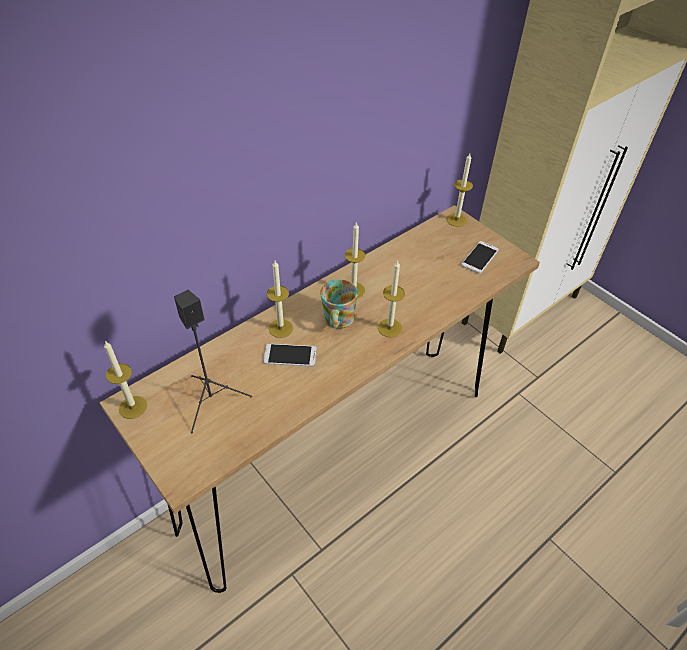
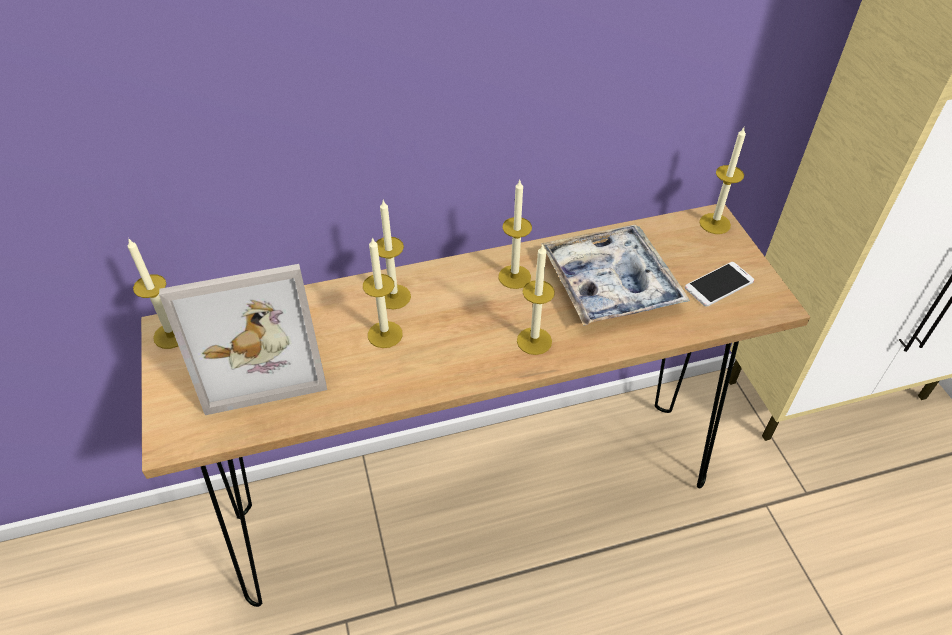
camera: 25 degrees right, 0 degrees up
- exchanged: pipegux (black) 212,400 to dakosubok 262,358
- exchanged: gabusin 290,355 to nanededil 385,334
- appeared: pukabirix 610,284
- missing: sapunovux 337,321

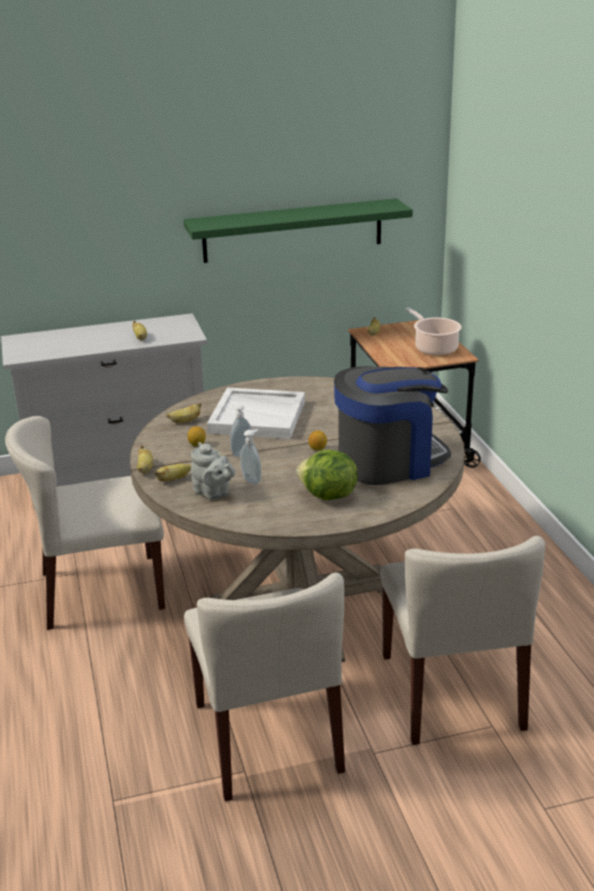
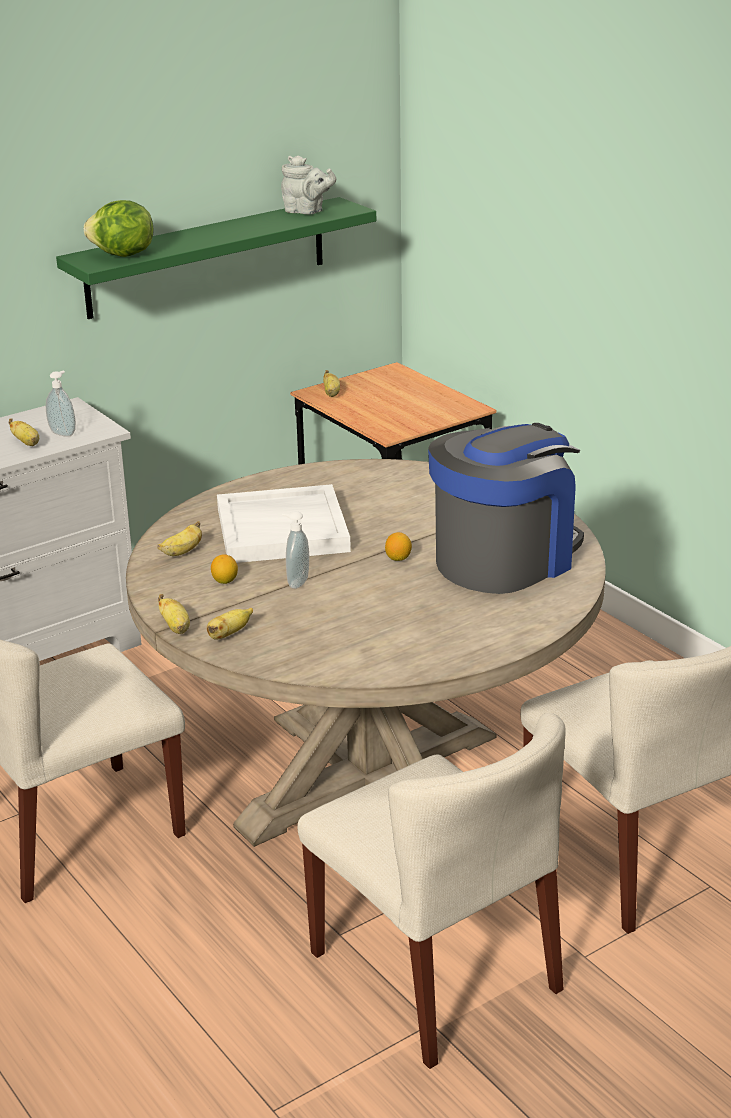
camera: 20 degrees left, 0 degrees up
- relocated: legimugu 252,480 to 64,433
- relocated: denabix 328,496 to 122,255
- relocated: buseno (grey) 213,493 to 306,211
- missing: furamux 434,348

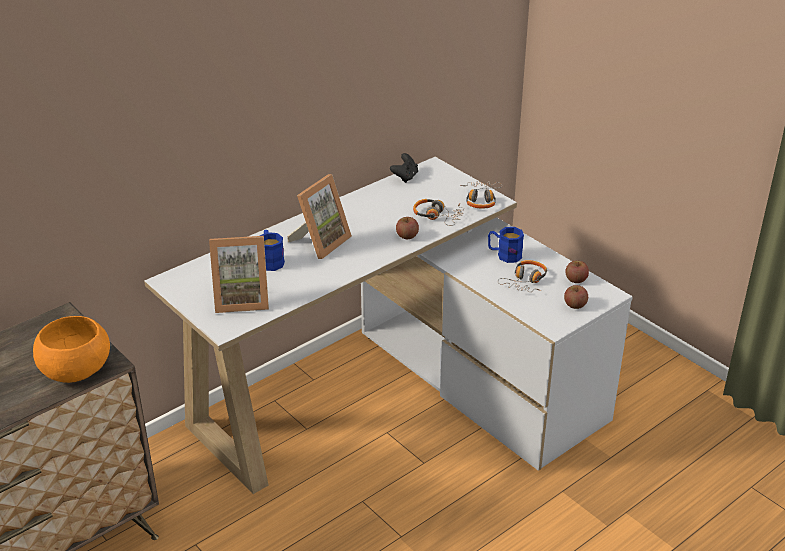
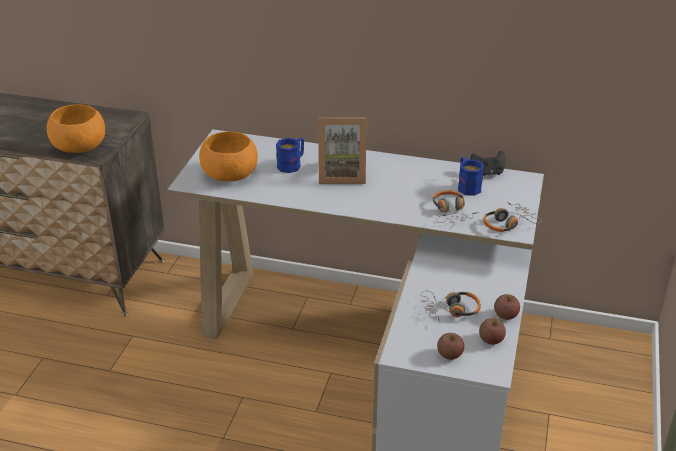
camera: 55 degrees right, 0 degrees up
- exchanged: dakosubok 241,299 to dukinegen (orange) 230,174
- relocated: sapunovux (blue) 504,255 to 467,186
- relocated: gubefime 407,236 to 506,315

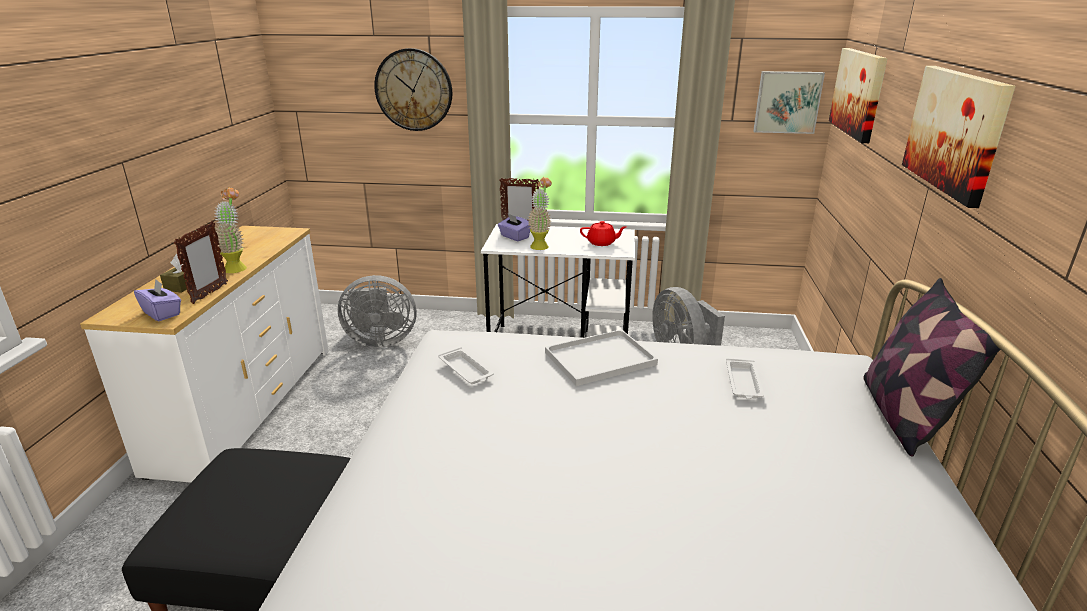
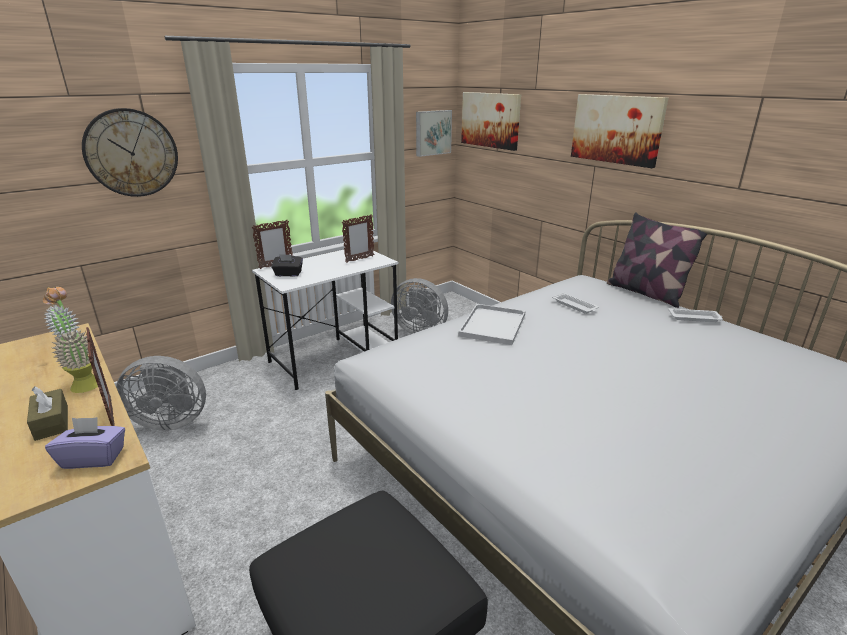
camera: 45 degrees left, 0 degrees up
- spun: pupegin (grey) 379,340 = 171,421 45 degrees clockwise
- colour: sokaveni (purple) 514,237 to sokaveni (black) 288,274
- exchanged: buseno (red) 602,243 to dakosubok 359,259
- relocated: pukabirix (white) 466,370 to 695,318
- missing: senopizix 540,245

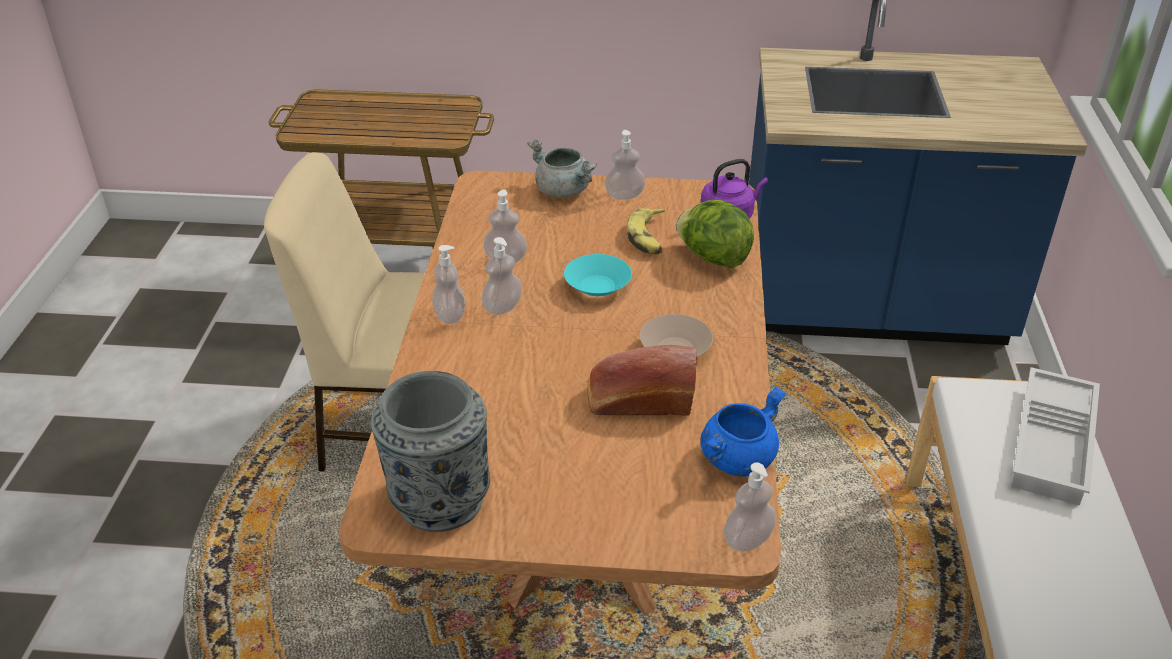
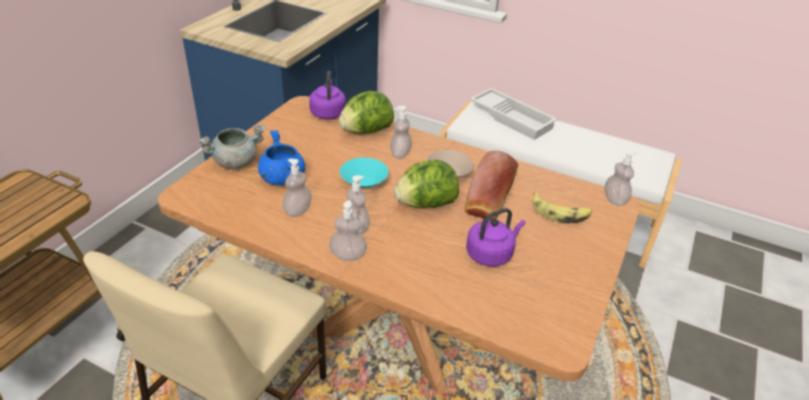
camera: 70 degrees left, 0 degrees up
- relocated: furamux (blue) 737,459 to 282,178
- relocated: legimugu 624,195 to 400,153
- appeared: denabix 425,204
- appeared: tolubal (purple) 491,254
- relocated: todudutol 648,238 to 560,213
- missing: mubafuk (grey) 438,500

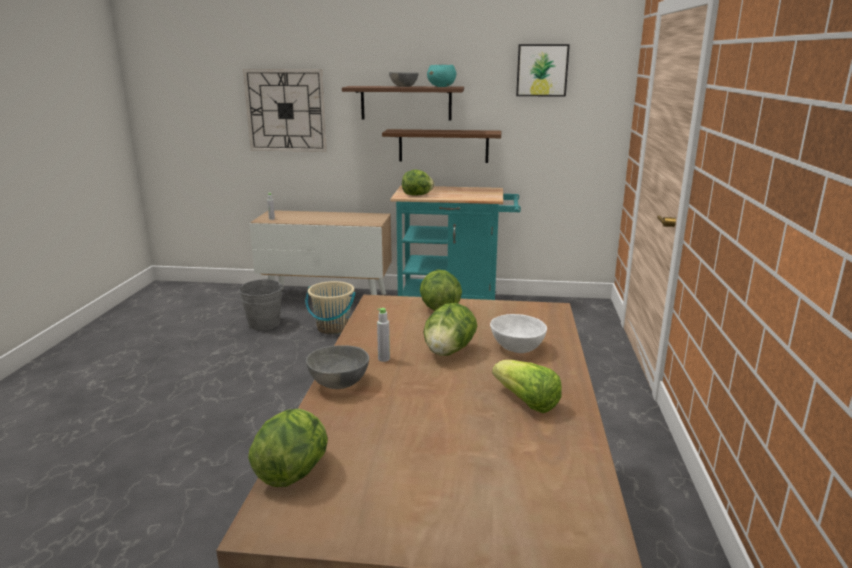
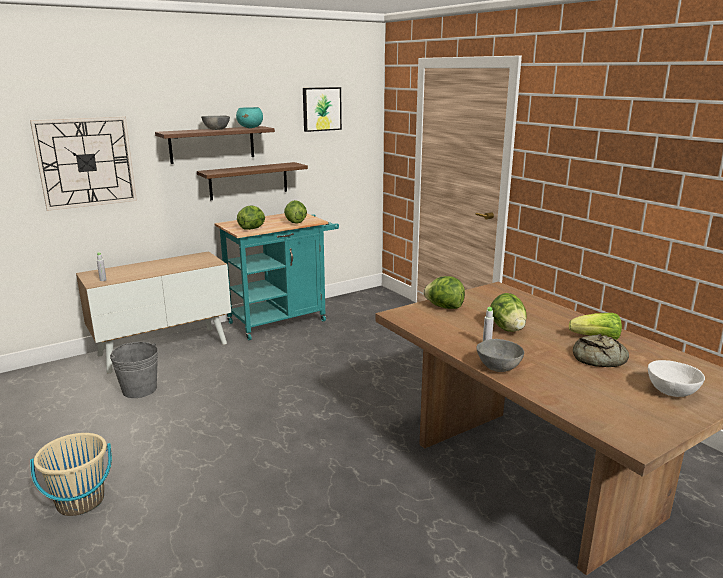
camera: 40 degrees left, 0 degrees up
- relocated: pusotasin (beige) 333,328 to 80,501
- relocated: denabix 294,471 to 295,222
- appeared: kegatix 598,359
- relocated: dukinegen (white) 516,347 to 670,392

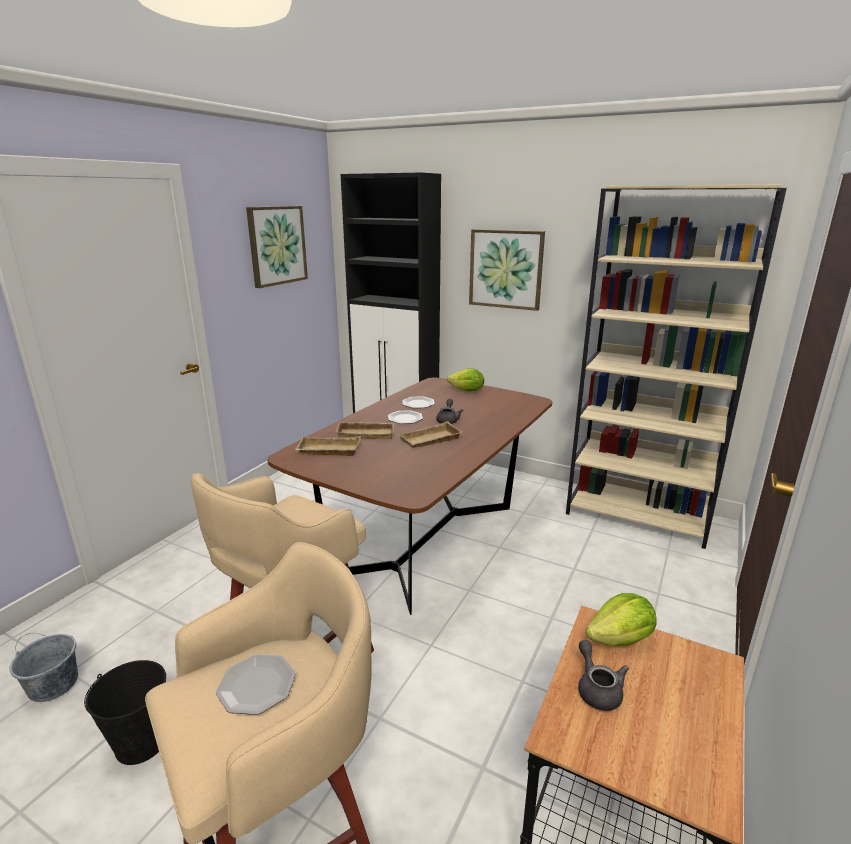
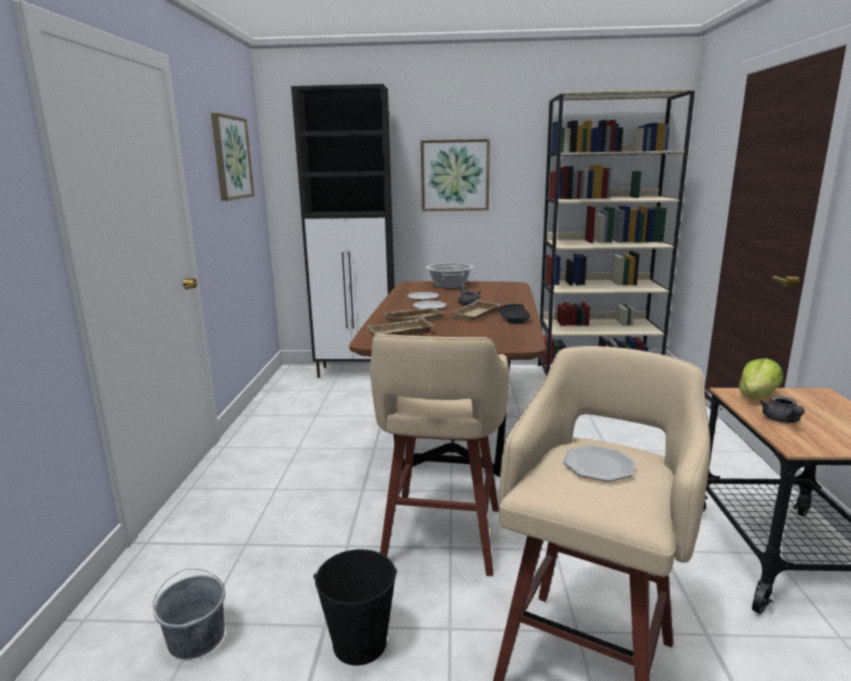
camera: 25 degrees left, 5 degrees down
- exchanged: denabix 467,391 to furamux 450,285
- appeared: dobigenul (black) 515,320
- spun: buseno (grey) 597,689 = 782,420 135 degrees counterclockwise

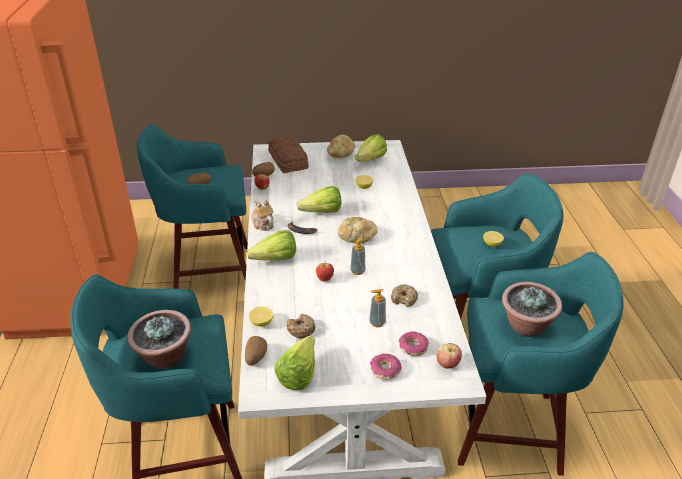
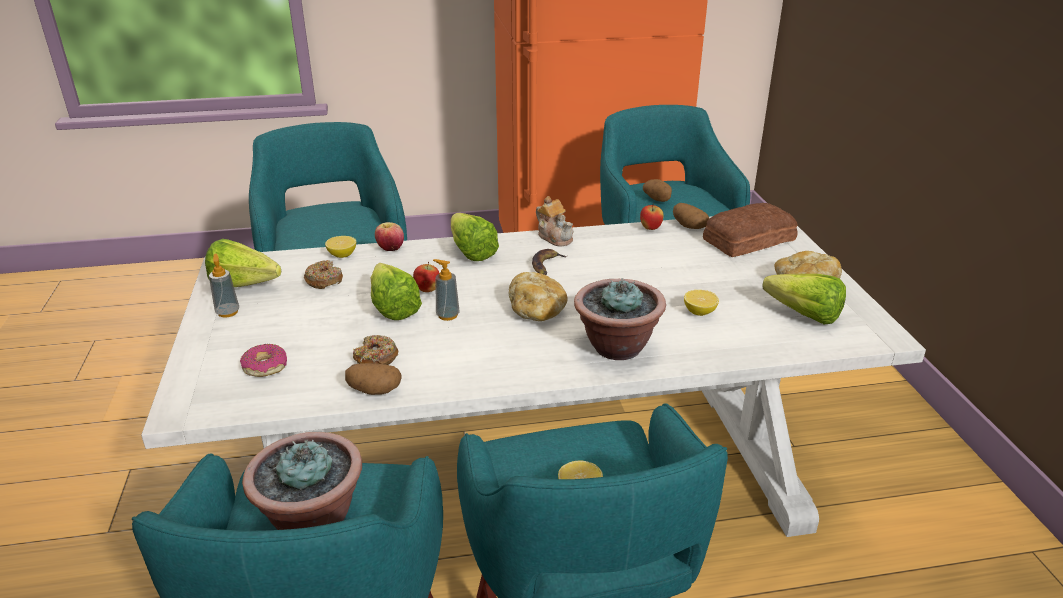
camera: 85 degrees right, 5 degrees down
- relocated: legimugu 377,322 to 228,312
- relocated: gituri 255,357 to 374,390
- relocated: denabix 318,213 to 393,305
- relocated: gubefime 447,364 to 390,249
- spun: buseno 262,224 = 555,237 90 degrees clockwise
- relocated: senopizix 165,358 to 616,346
- missing: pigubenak 385,370

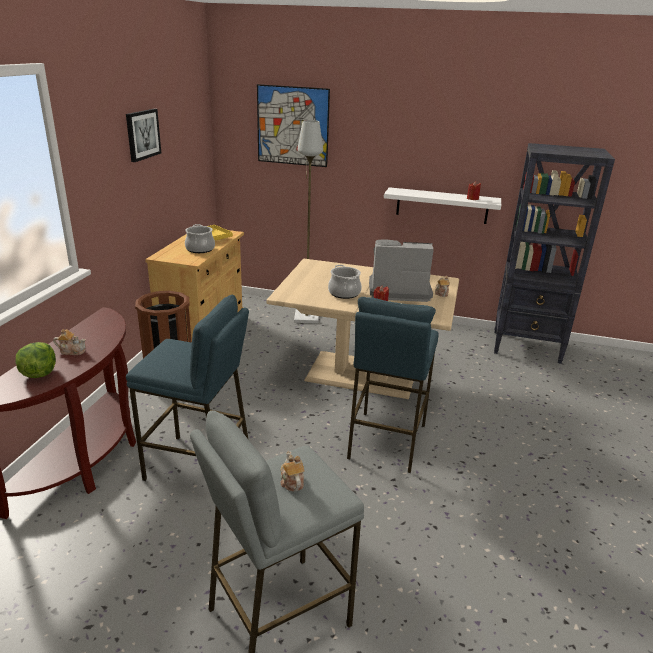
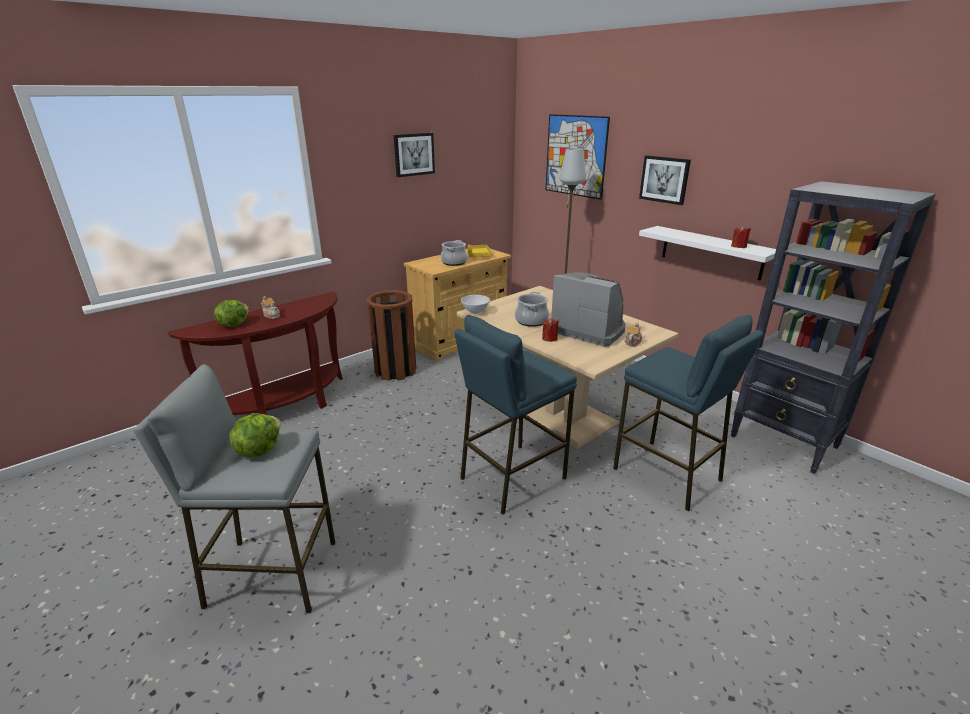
camera: 35 degrees right, 0 degrees up
- exchanged: buseno 291,481 to denabix 258,450
- appeared: dukinegen (white) 475,312
- relocated: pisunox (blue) 199,466 to 667,474
- appeared: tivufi 664,179

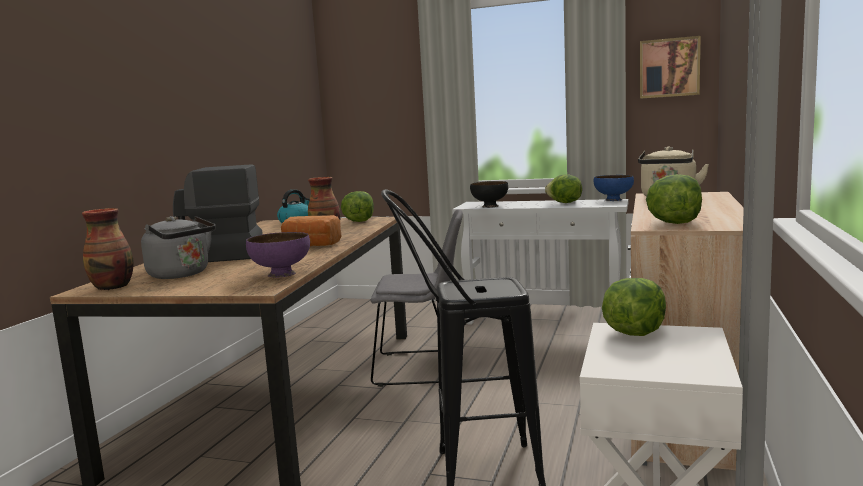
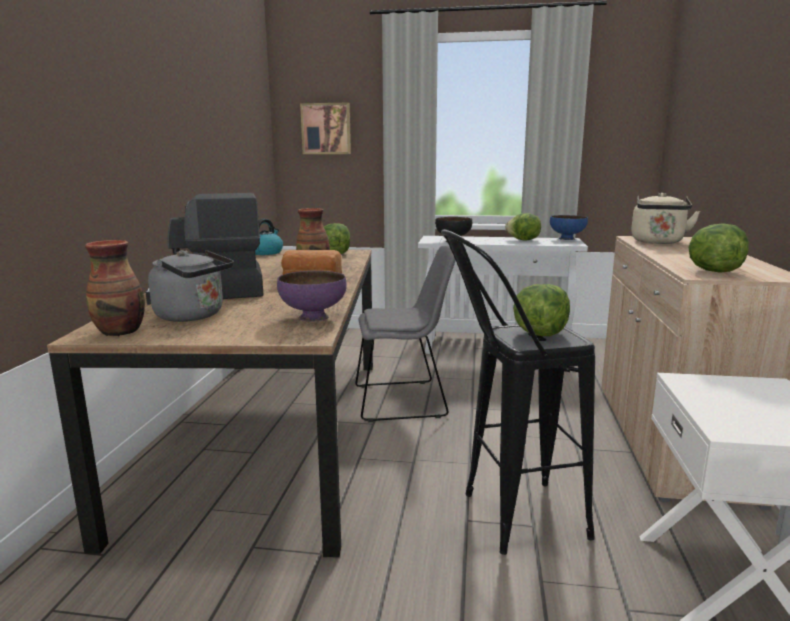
camera: 10 degrees left, 5 degrees up
- relocated: tivufi 669,68 to 326,129
- relocated: denabix 634,332 to 540,333

